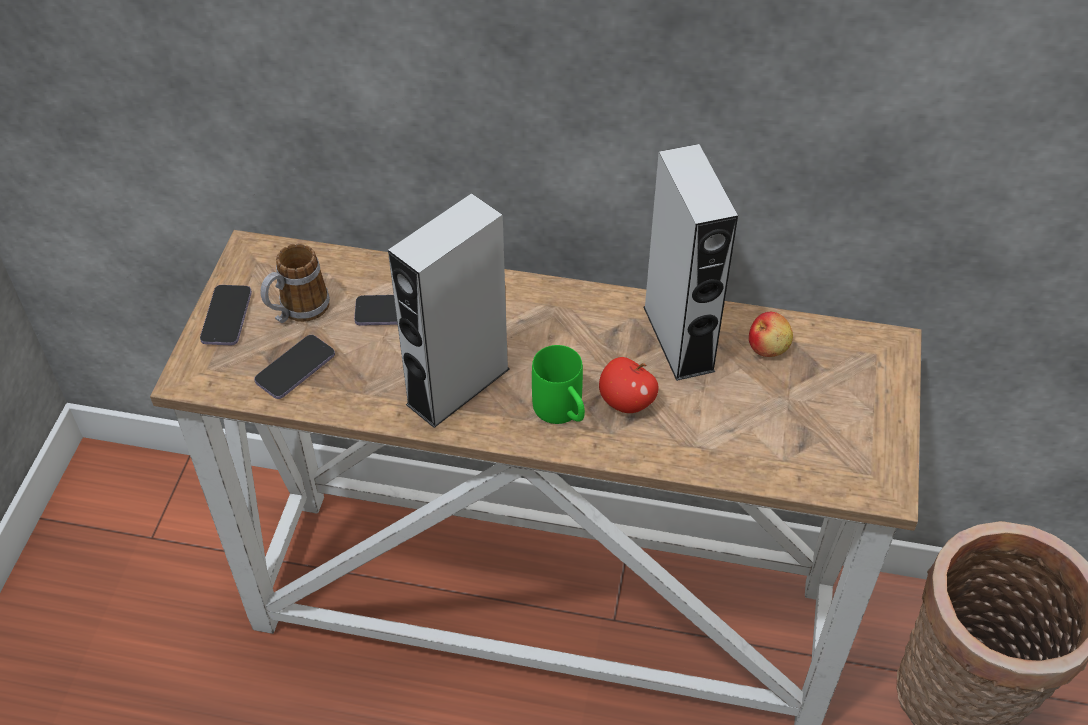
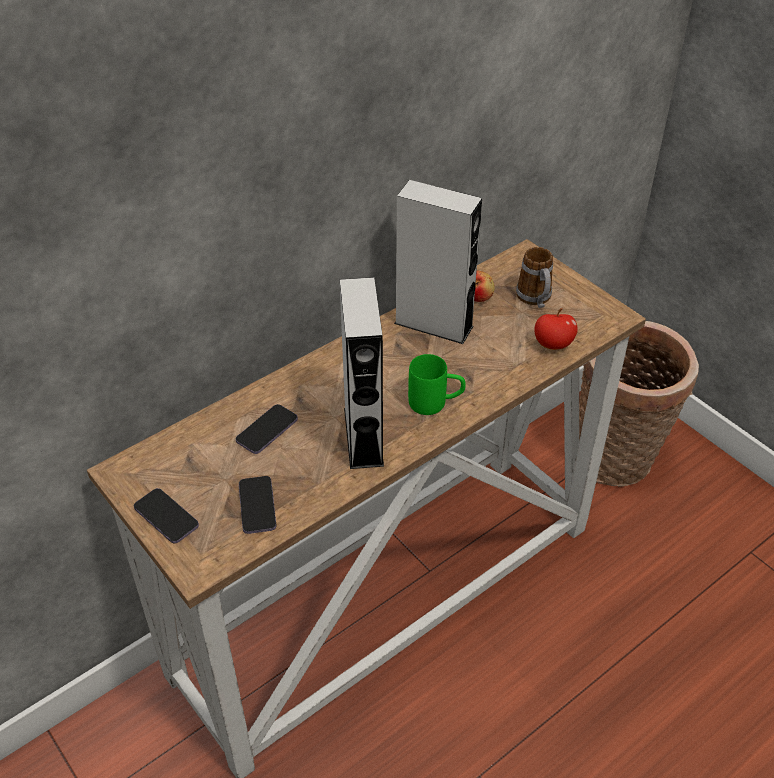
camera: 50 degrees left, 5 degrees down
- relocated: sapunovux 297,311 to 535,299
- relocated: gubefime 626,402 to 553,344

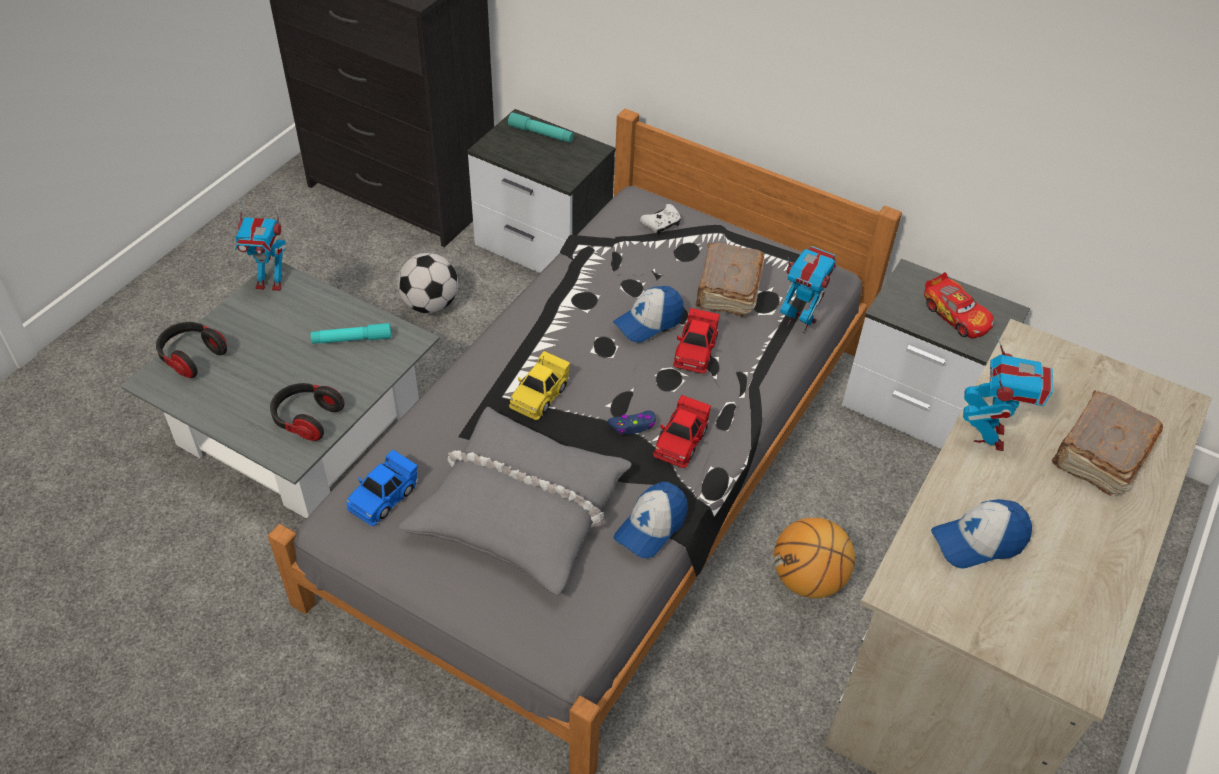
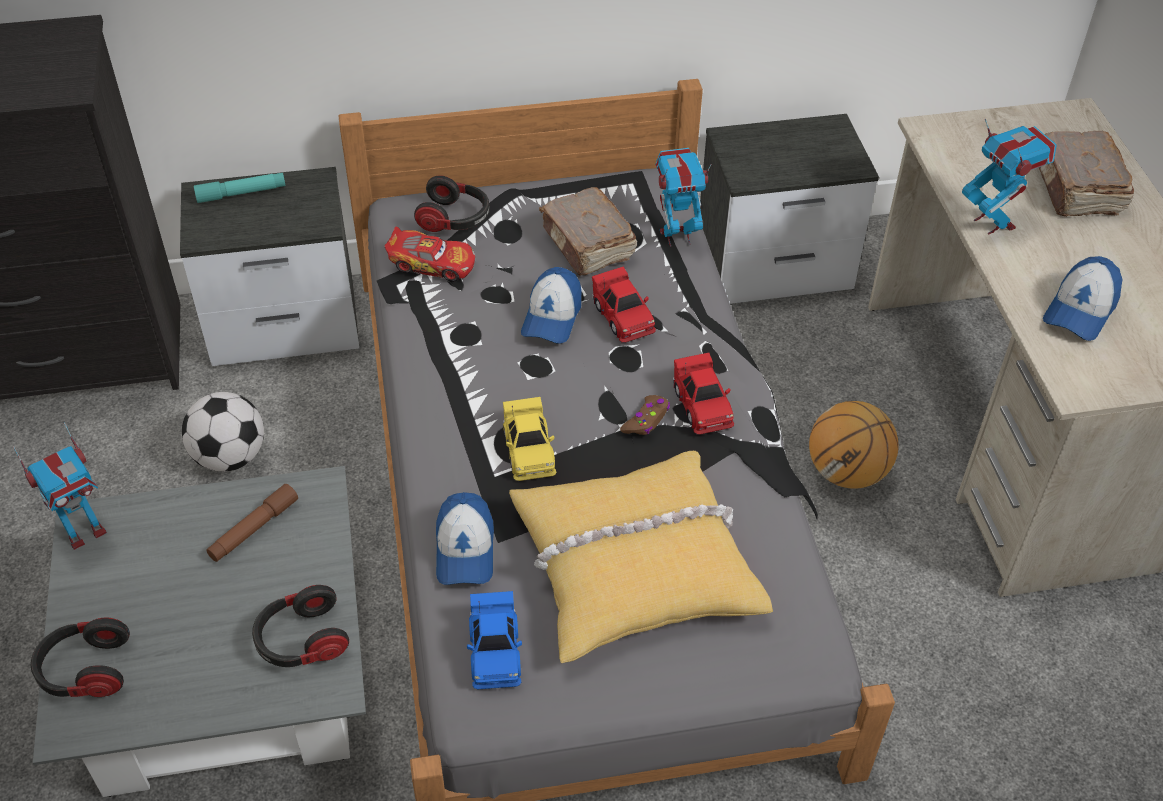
camera: 40 degrees left, 0 degrees up
- colour: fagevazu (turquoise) 352,339 to fagevazu (brown) 253,529
- relocated: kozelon 956,315 to 432,263
- exchanged: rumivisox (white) 661,224 to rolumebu 455,219
- relocated: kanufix 651,527 to 465,549
- colour: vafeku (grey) 520,509 to vafeku (yellow) 634,566
- colour: rumivisox (blue) 633,426 to rumivisox (brown) 646,420

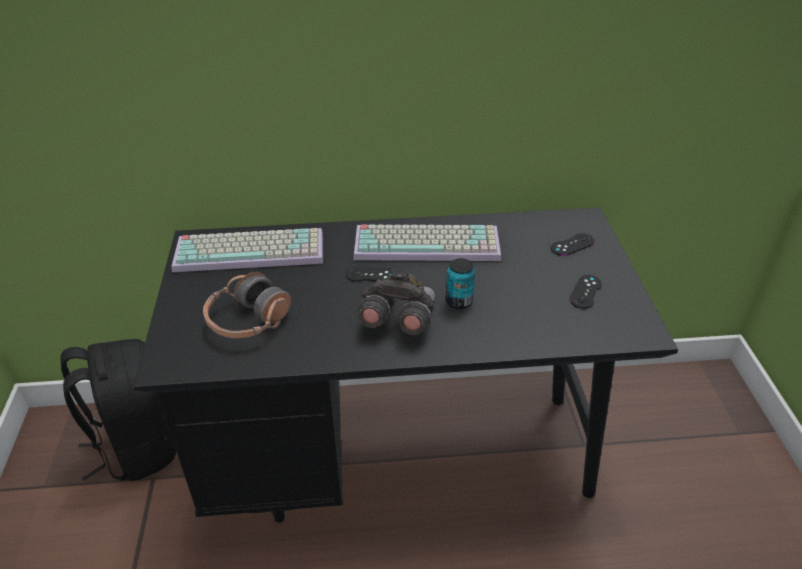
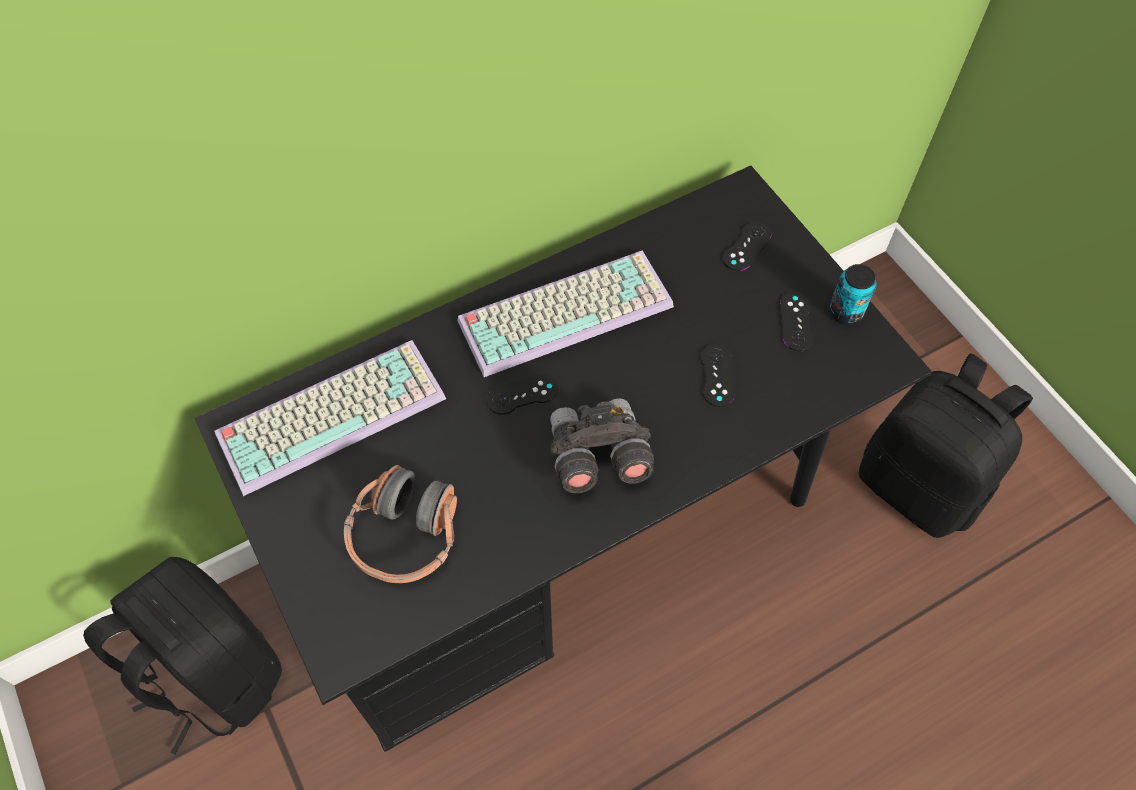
camera: 25 degrees left, 20 degrees up
- appeared: rumivisox (black) 717,375
- relocated: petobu 459,301 to 845,312
- appeared: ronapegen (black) 919,485

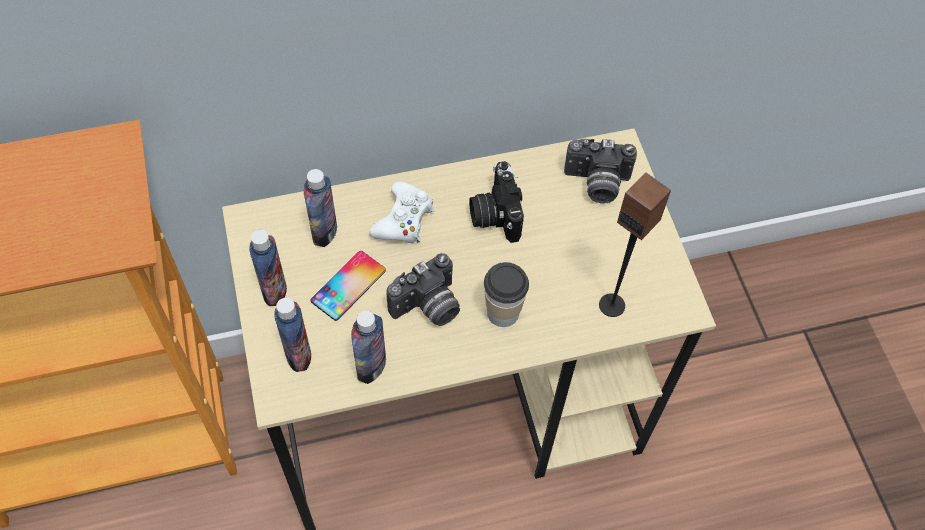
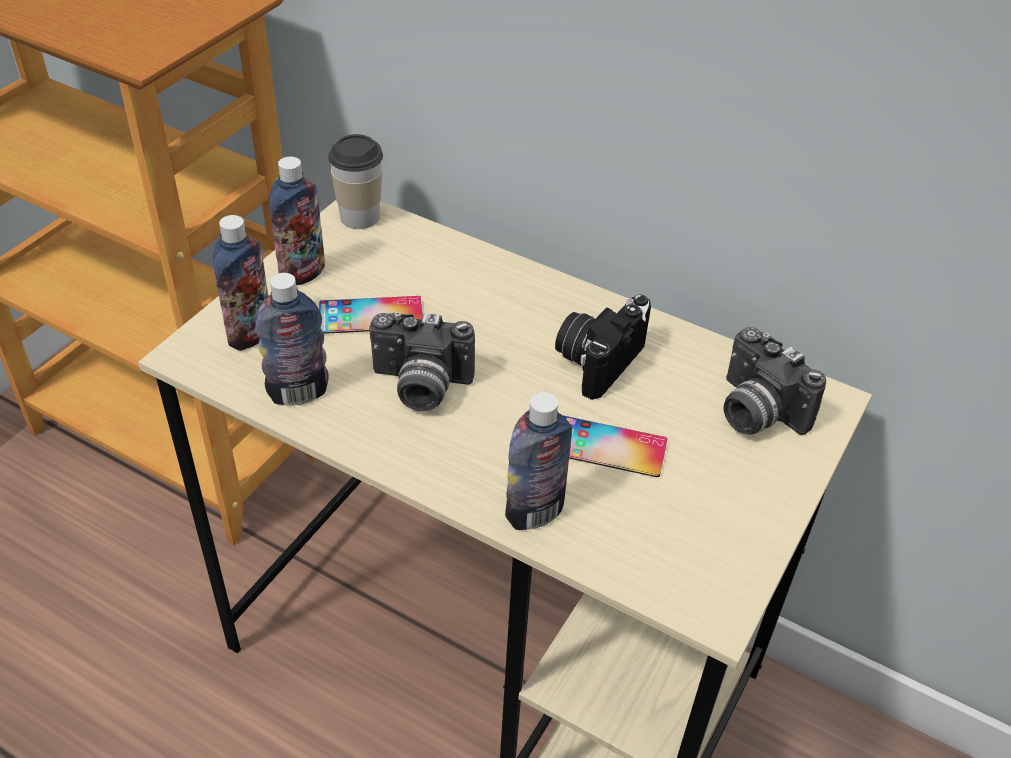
camera: 45 degrees right, 15 degrees down
- relocated: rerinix 502,312 to 360,217
- relocated: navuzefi 324,232 to 534,513
- appeared: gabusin 607,446
- missing: rumivisox (white) 404,220
- missing: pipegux 612,305

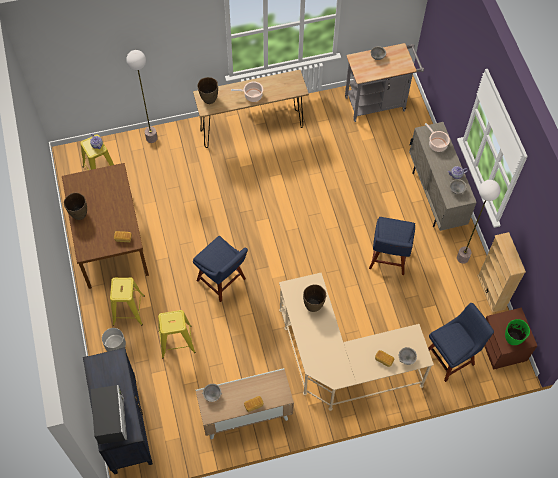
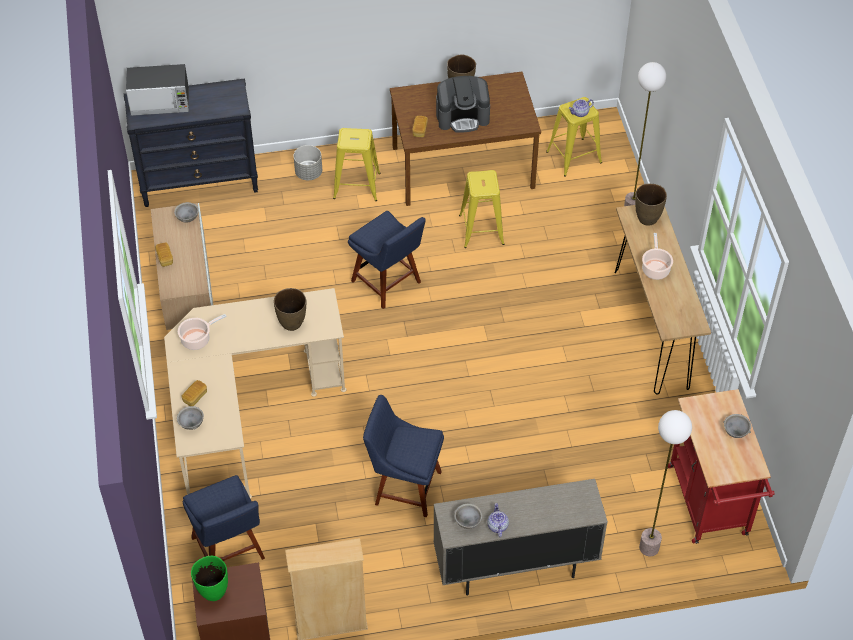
camera: 95 degrees right, 10 degrees down
- relocated: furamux 437,144 to 197,339
- spun: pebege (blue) 223,281 = 388,283 90 degrees counterclockwise
- appeared: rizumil 463,116
- relocated: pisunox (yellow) 176,341 to 481,229
- relocated: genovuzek 462,257 to 649,547
- colour: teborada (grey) 378,102 to teborada (red) 710,506

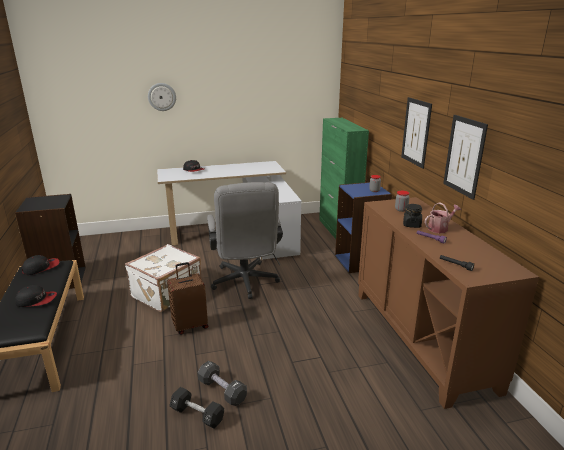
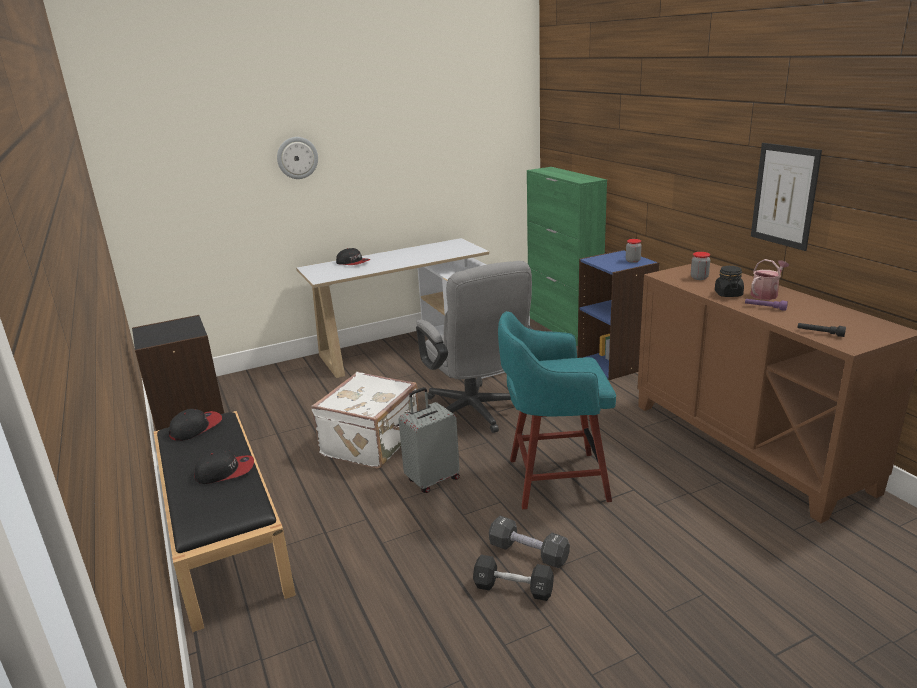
camera: 10 degrees left, 0 degrees up
- colour: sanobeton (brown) 190,325 to sanobeton (grey) 432,479
- appeared: pisunox (turquoise) 554,480
- missing: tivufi 416,132

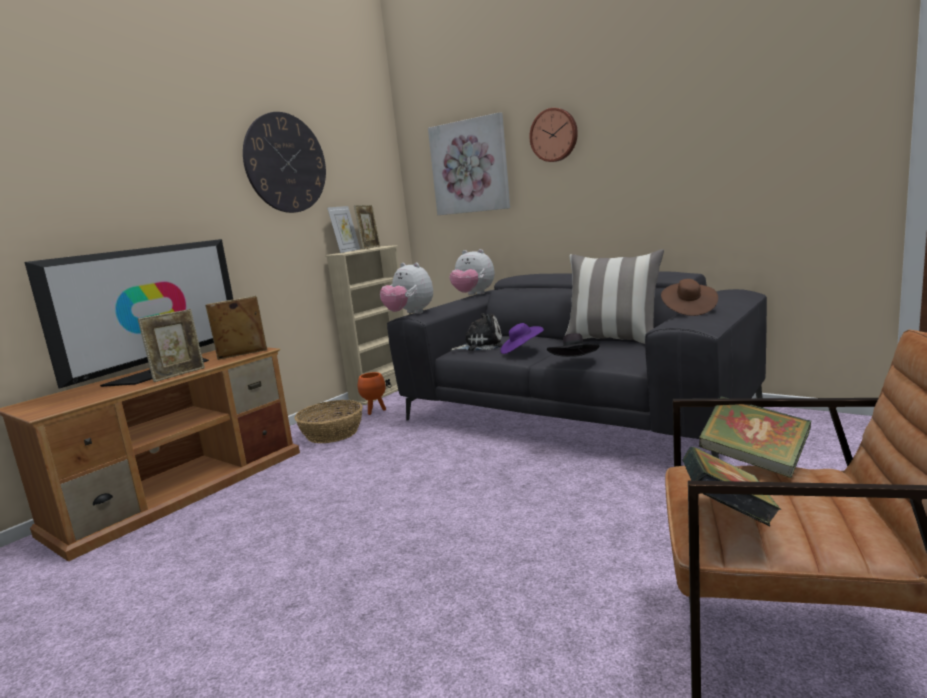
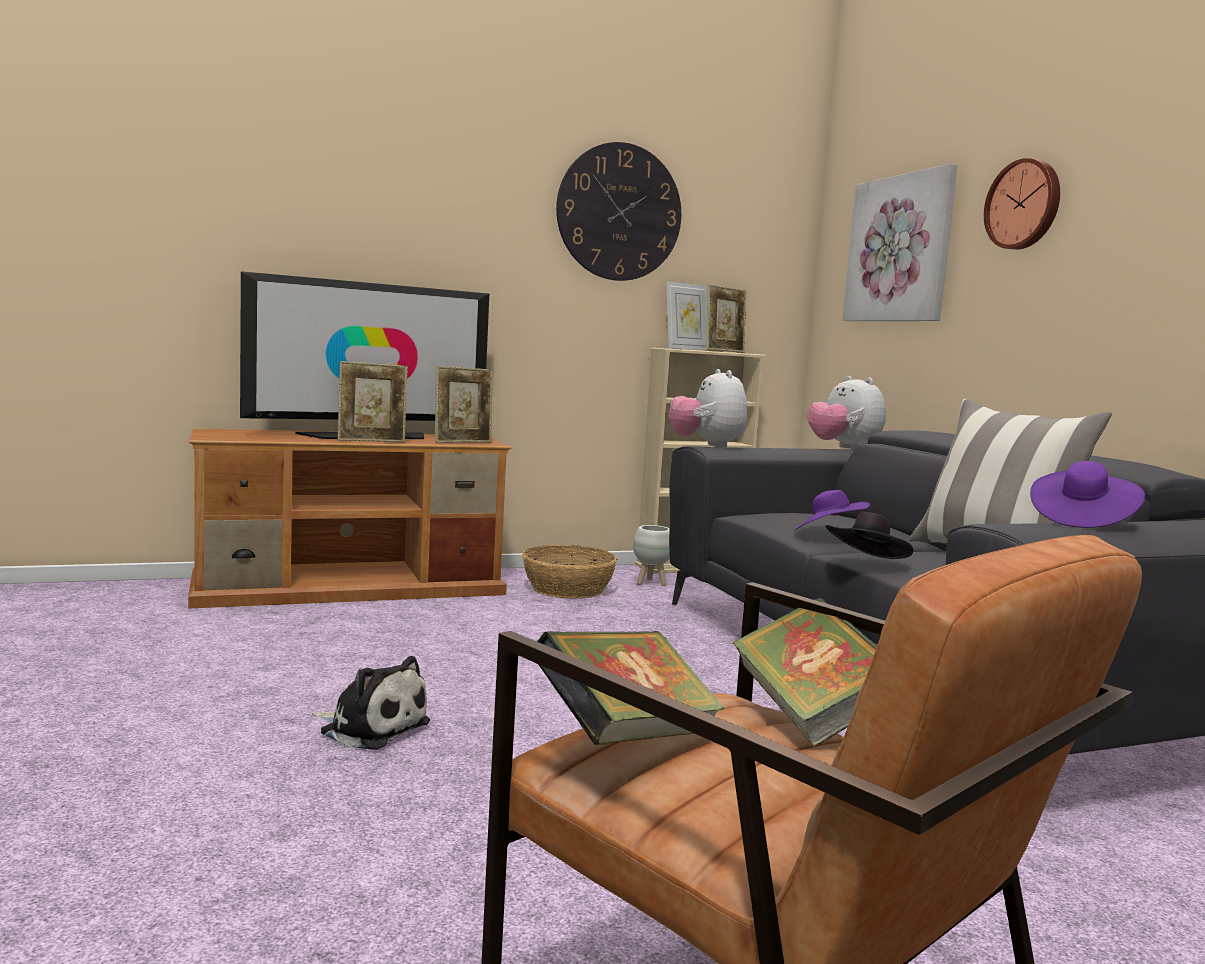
camera: 30 degrees right, 5 degrees down
- relocated: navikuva 481,346 to 371,727
- spun: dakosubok 242,355 = 463,442 135 degrees clockwise
- colour: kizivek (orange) 375,411 to kizivek (white) 651,583
- colour: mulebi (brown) 688,311 to mulebi (purple) 1081,521

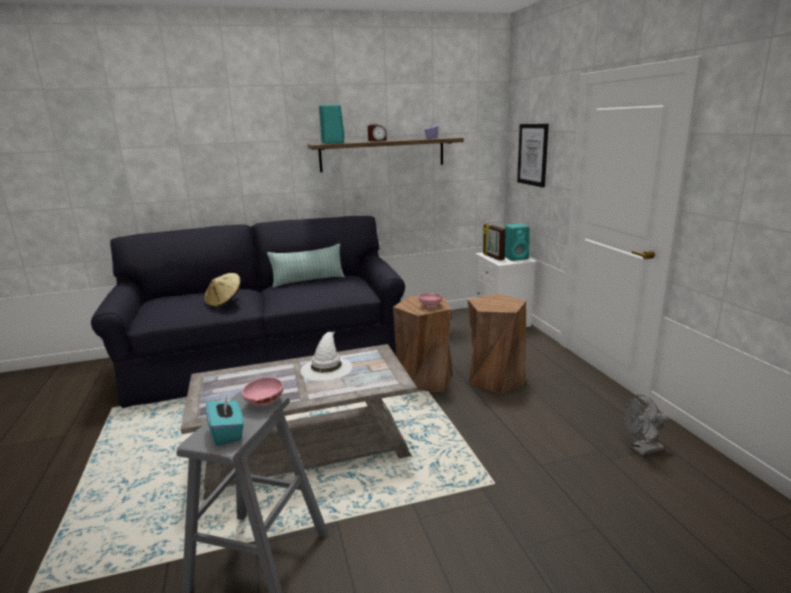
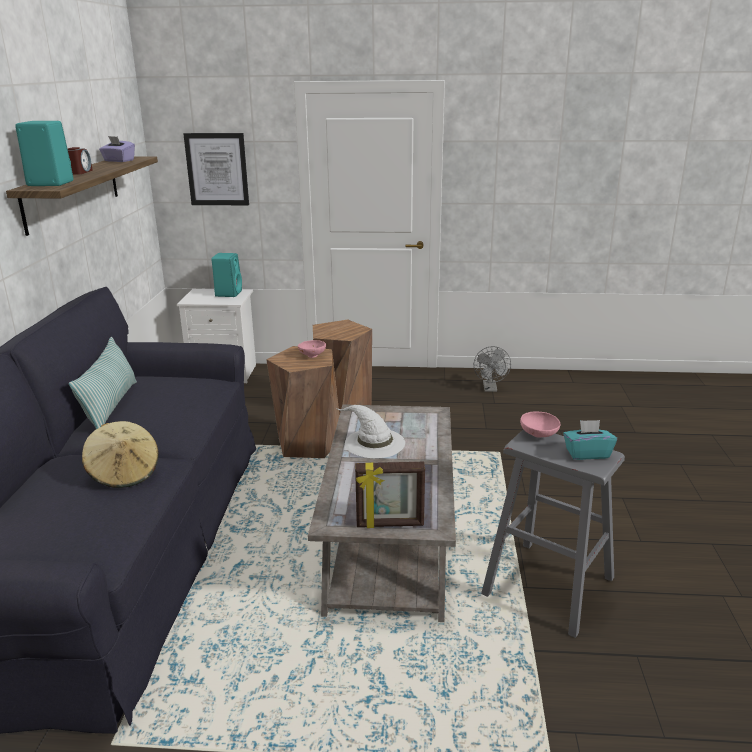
camera: 70 degrees left, 5 degrees up
- relocated: dakosubok 493,257 to 390,524

